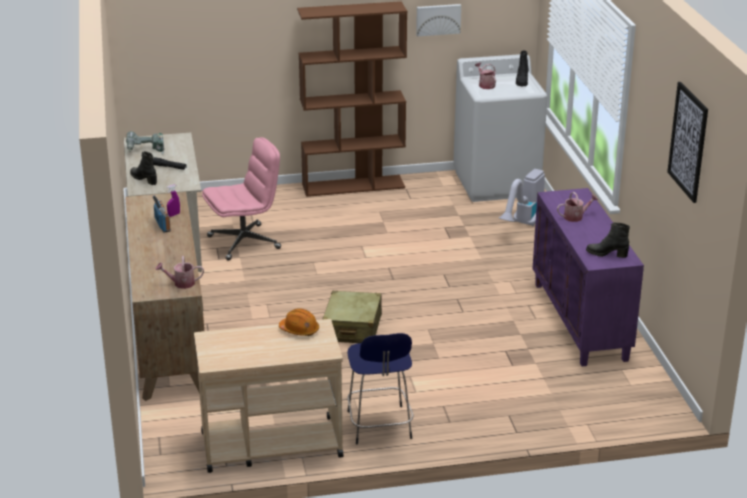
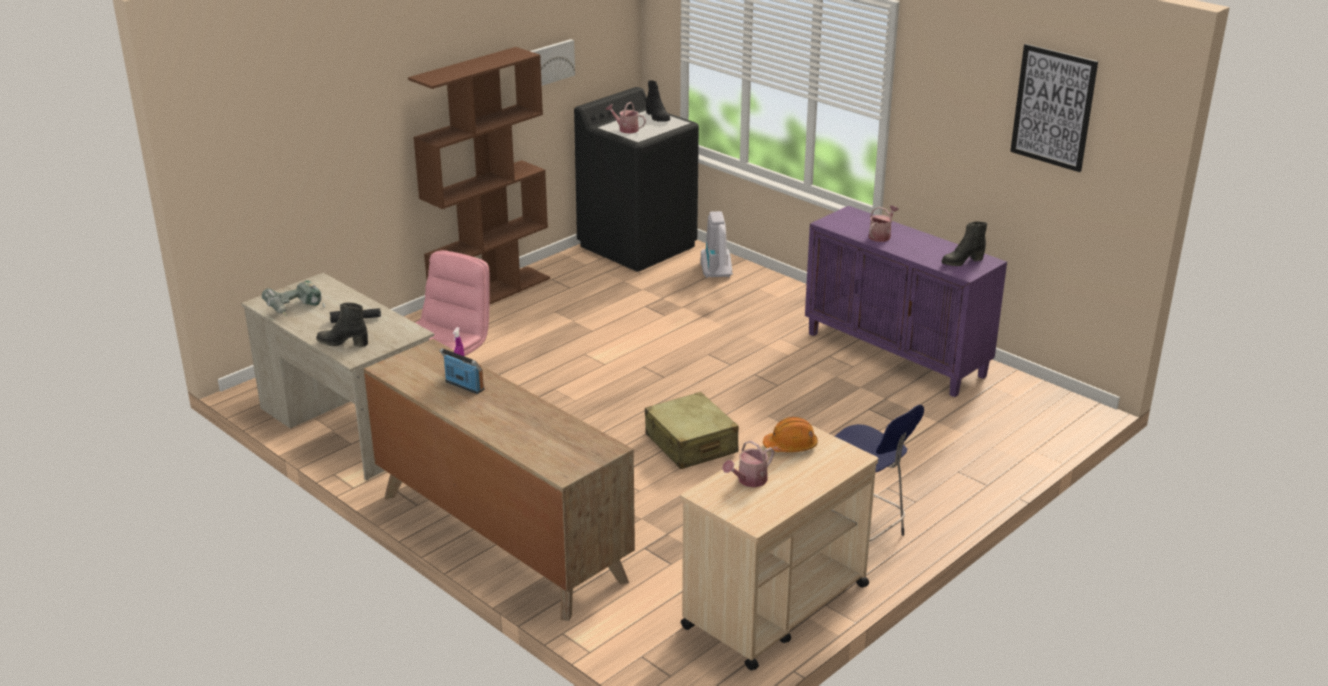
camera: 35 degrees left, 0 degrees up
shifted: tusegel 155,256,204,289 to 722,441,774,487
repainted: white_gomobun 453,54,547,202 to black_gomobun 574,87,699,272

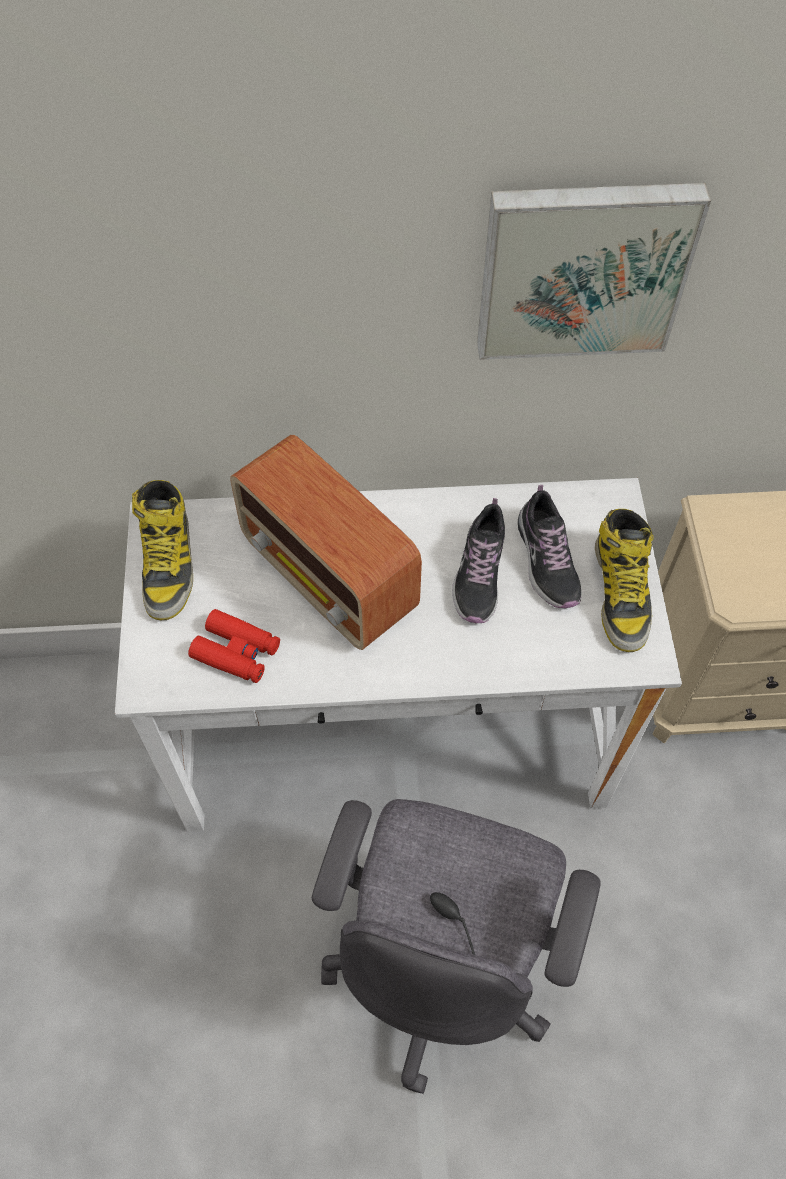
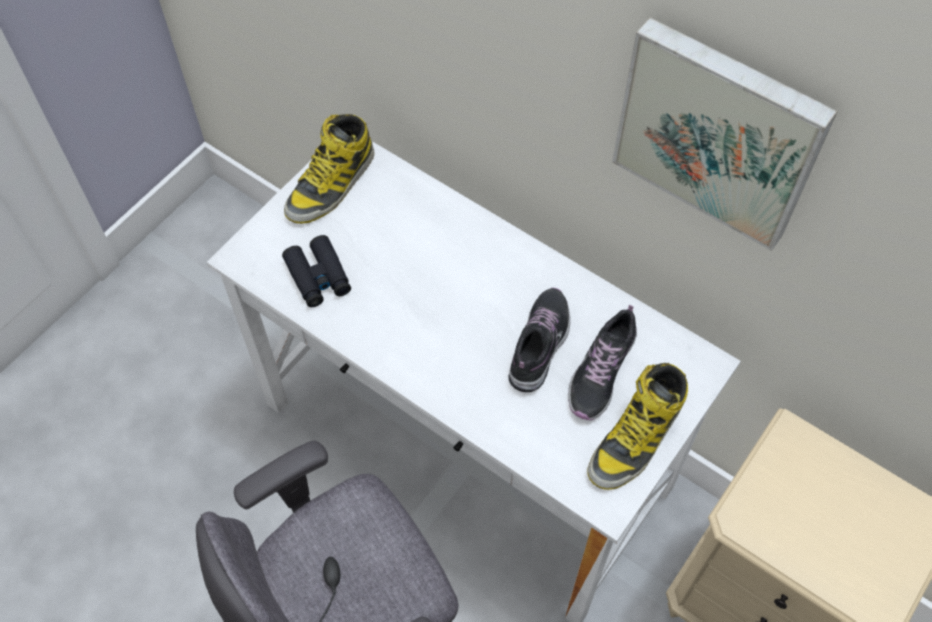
camera: 40 degrees right, 0 degrees up
gone: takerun 231,435,422,650
repainted: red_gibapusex 188,609,280,683 to black_gibapusex 282,235,351,307
rotated: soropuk 452,498,505,623 = 508,288,570,392 150 degrees clockwise

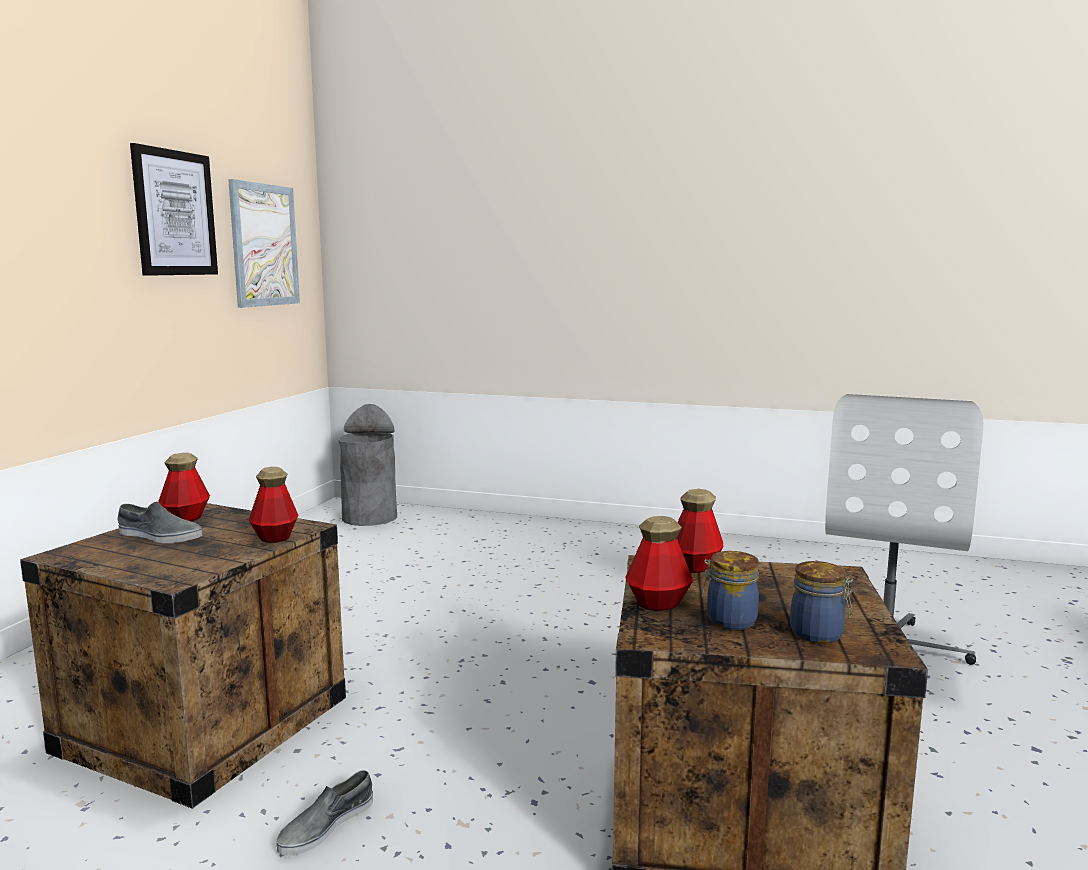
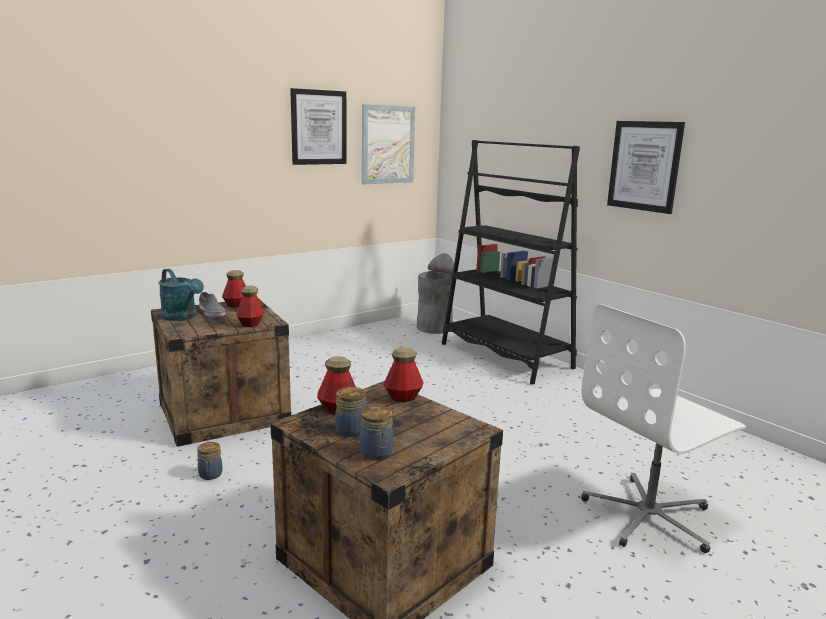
camera: 35 degrees right, 5 degrees up
new: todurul 607,121,685,214; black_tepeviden 442,140,580,384; turquoise_tusegel 158,269,204,321
swapped: grey_soropuk 277,770,373,855 to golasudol 197,442,223,480

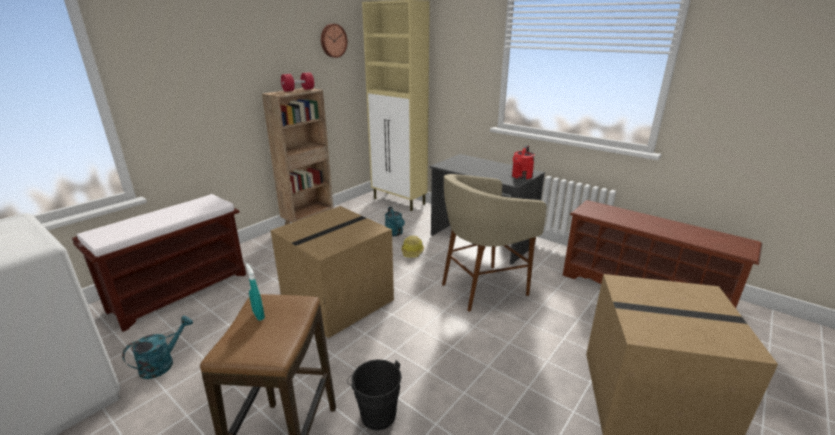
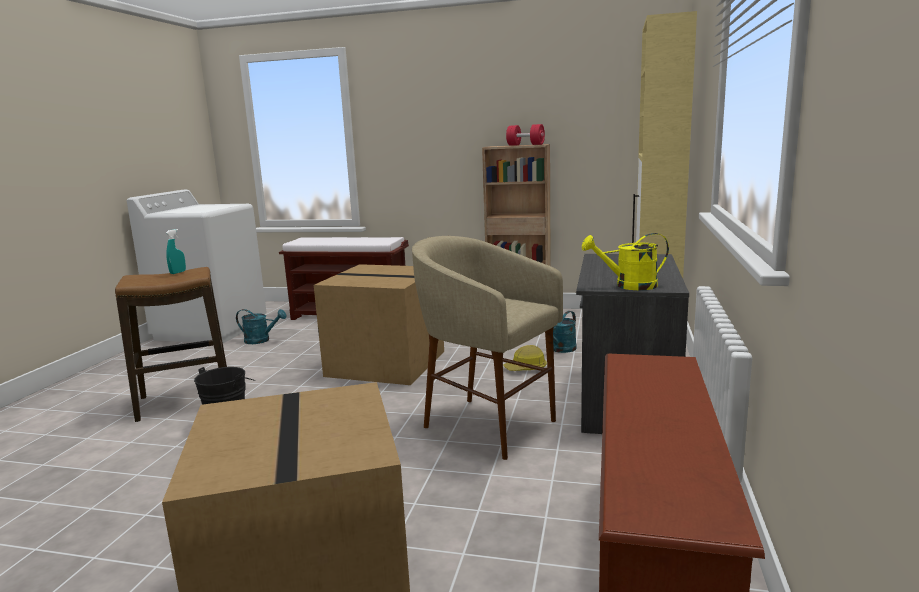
camera: 65 degrees right, 10 degrees down
gone: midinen 321,24,347,58
repainted: red_tusegel 512,145,535,179 to yellow_tusegel 582,233,669,290

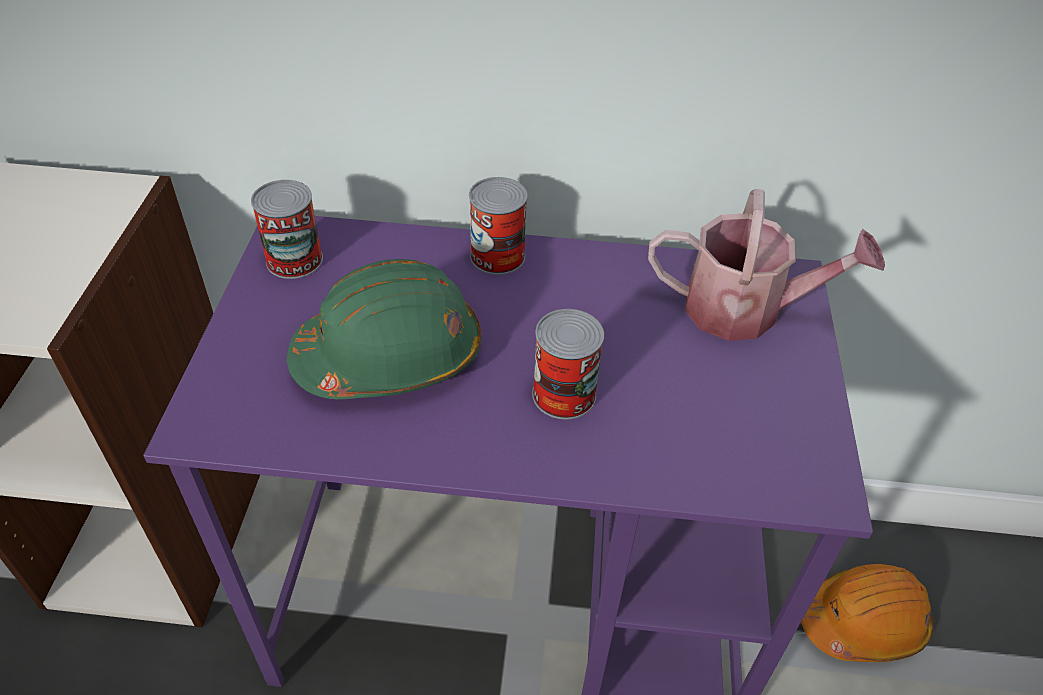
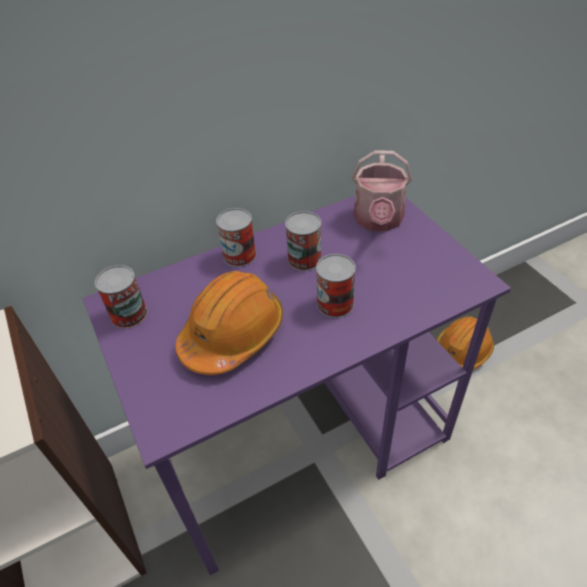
camera: 30 degrees left, 0 degrees up
new: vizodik 285,211,322,271
repainted: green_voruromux 287,259,482,399 to orange_voruromux 176,271,283,375
rotated: tusegel 648,189,885,341 = 352,150,412,232 120 degrees clockwise

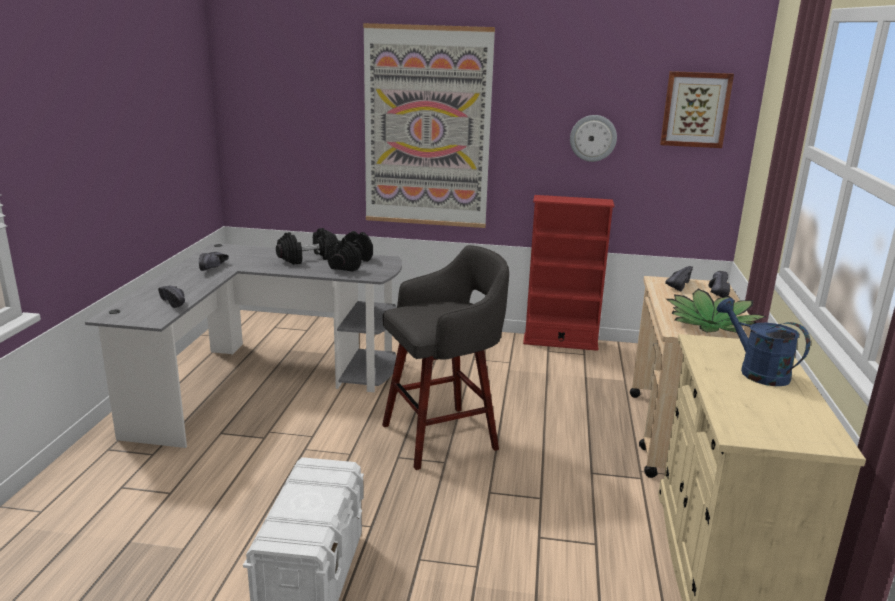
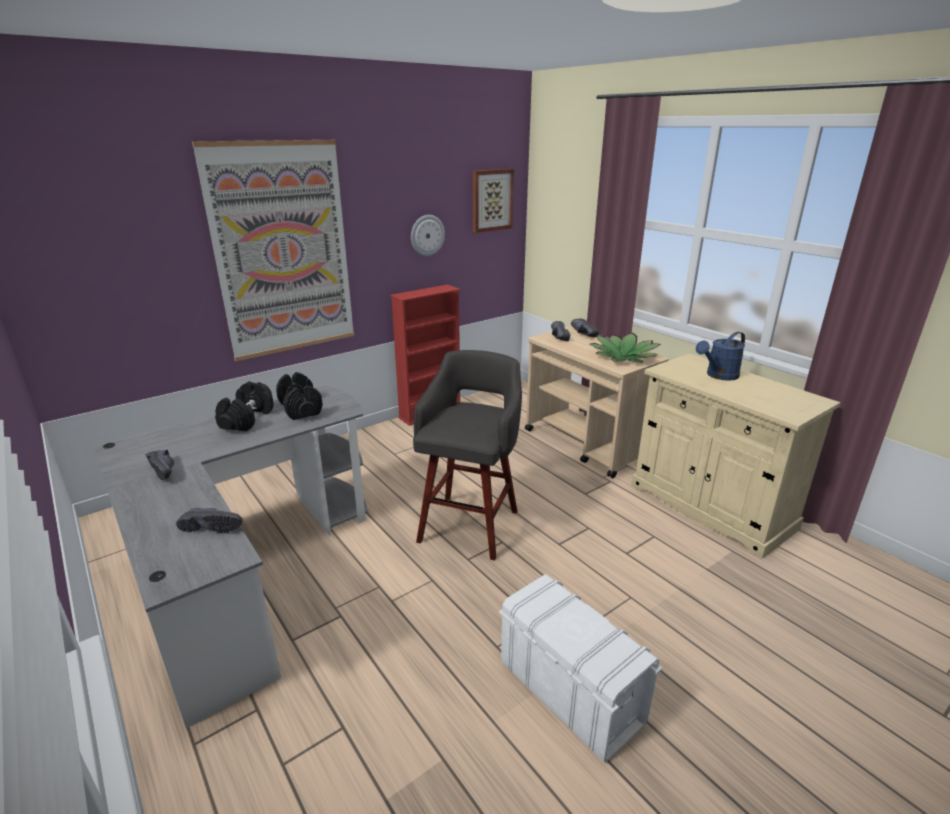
camera: 45 degrees left, 5 degrees up
rotated: blue_tusegel 717,298,810,386 = 696,332,745,381 45 degrees counterclockwise

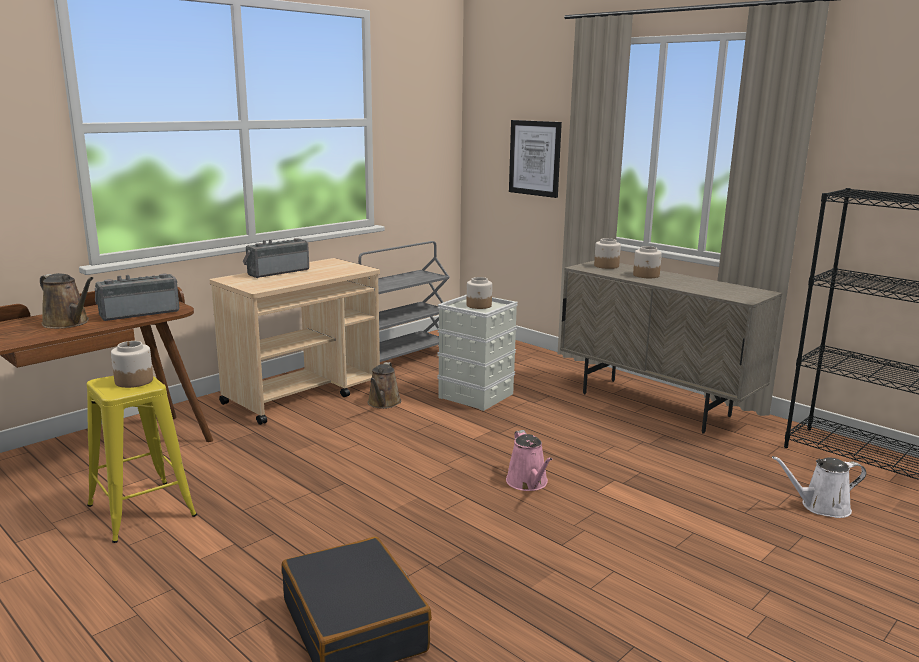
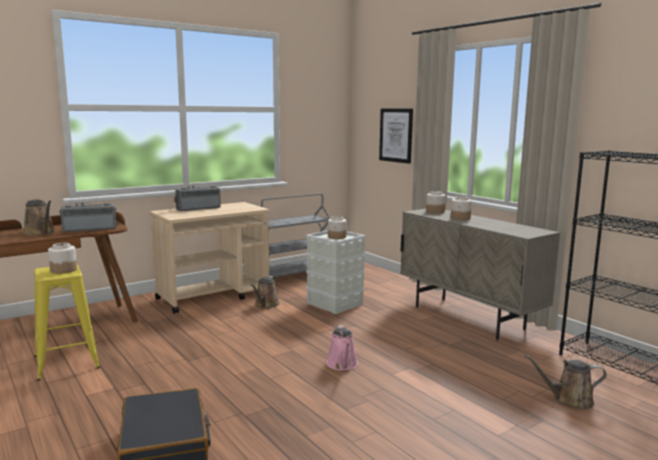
camera: 10 degrees right, 5 degrees down
repainted: white_tusegel 772,456,866,518 to brown_tusegel 525,355,607,410

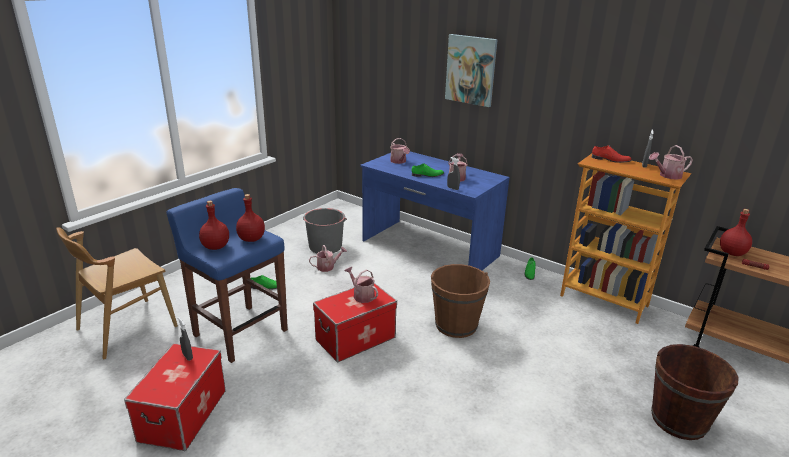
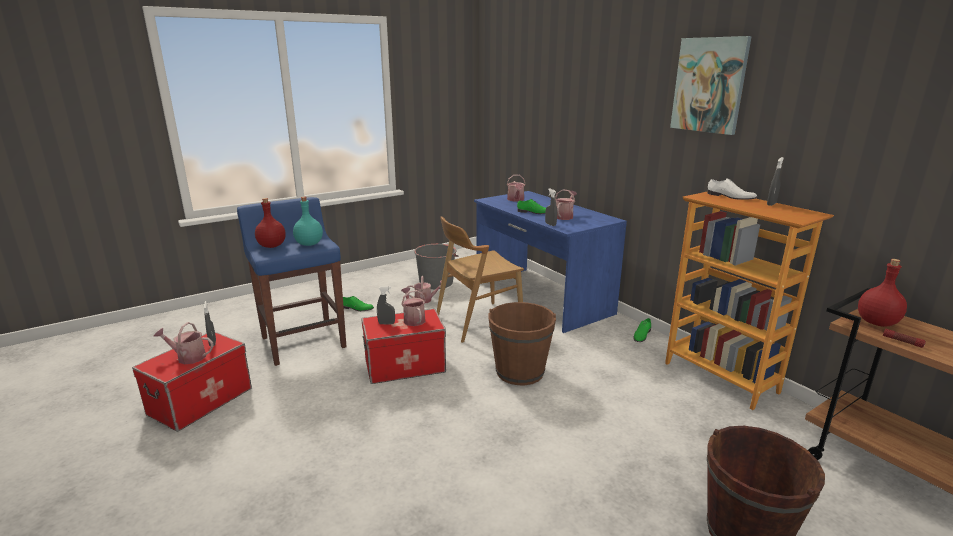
camera: 20 degrees right, 5 degrees down
new: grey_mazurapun 377,286,395,324
shifted: todurul 445,34,498,107 to 670,36,752,135; tusegel 649,145,693,180 to 153,322,214,364; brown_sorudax 56,227,178,359 to 437,216,524,343
repainted: red_soropuk 592,145,632,163 to white_soropuk 707,178,757,200; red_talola 236,194,265,242 to turquoise_talola 293,197,323,246

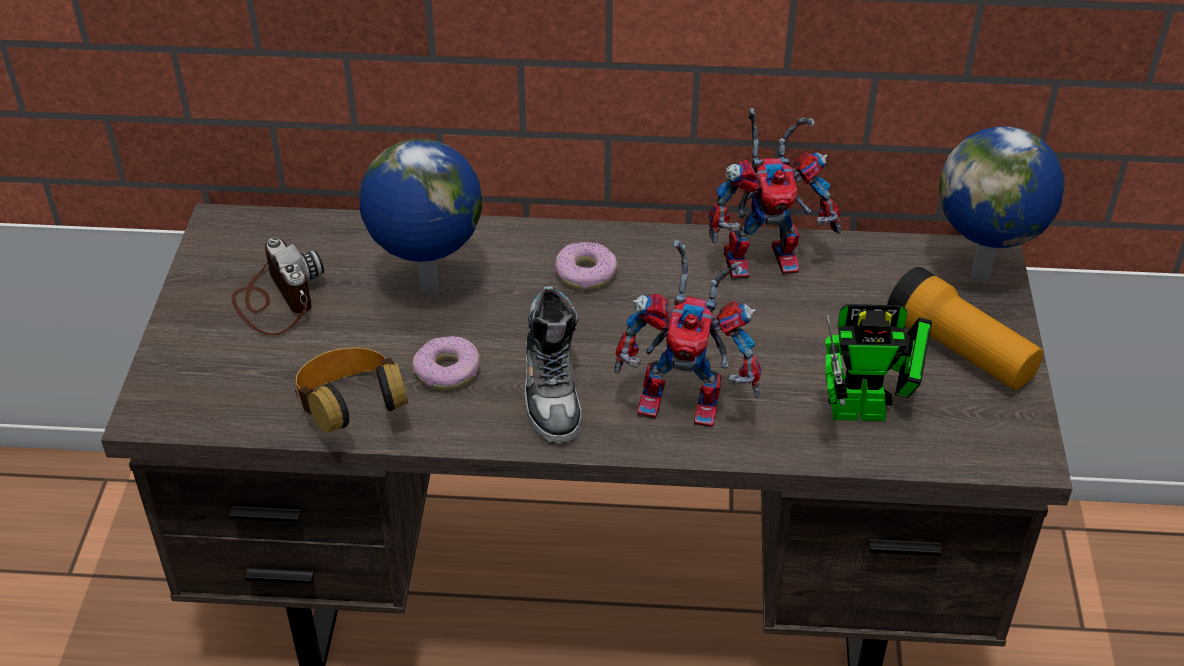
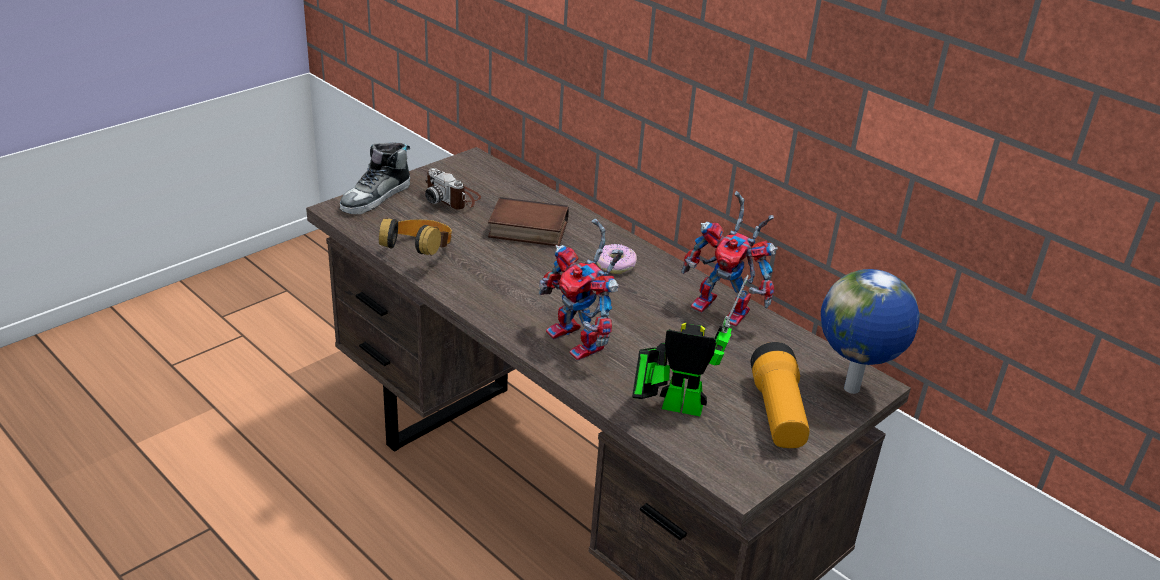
camera: 40 degrees right, 10 degrees down
gone: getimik 412,336,480,390
shifted: soropuk 525,286,582,443 to 340,142,410,214
swapped: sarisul 360,139,482,295 to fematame 488,197,569,246
rotated: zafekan 231,237,324,336 = 425,168,481,210 120 degrees clockwise; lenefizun 825,304,932,421 = 632,275,749,416 150 degrees clockwise

